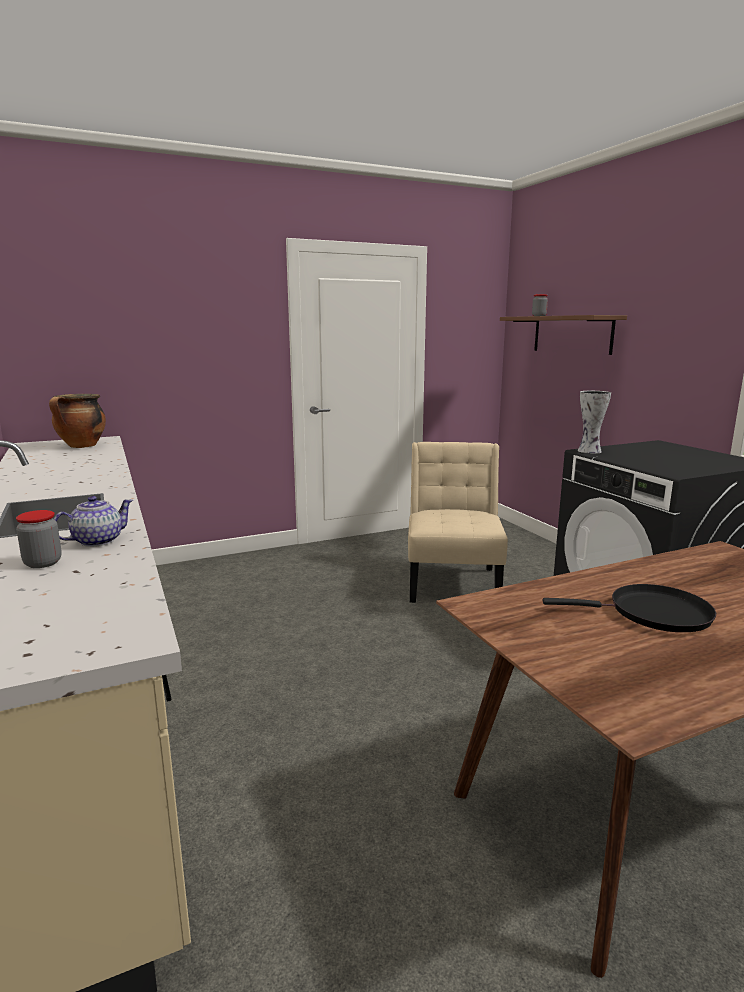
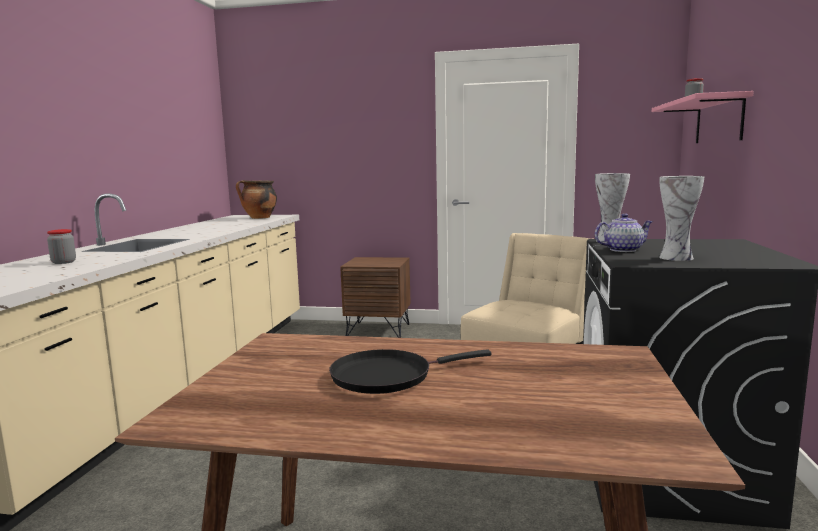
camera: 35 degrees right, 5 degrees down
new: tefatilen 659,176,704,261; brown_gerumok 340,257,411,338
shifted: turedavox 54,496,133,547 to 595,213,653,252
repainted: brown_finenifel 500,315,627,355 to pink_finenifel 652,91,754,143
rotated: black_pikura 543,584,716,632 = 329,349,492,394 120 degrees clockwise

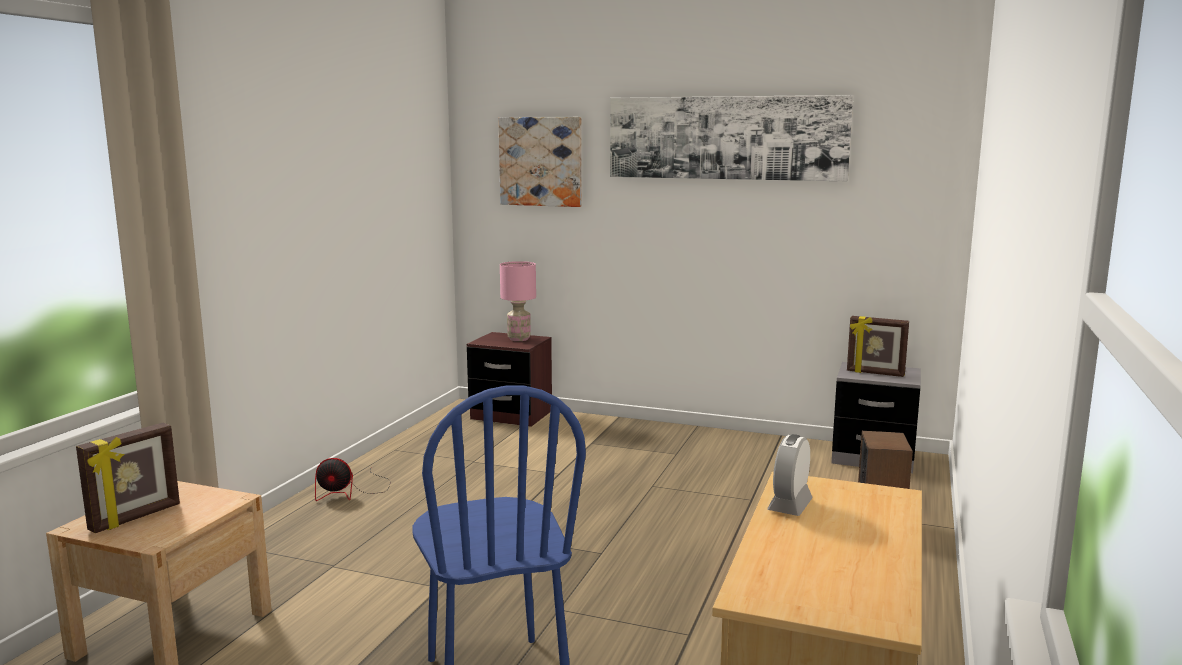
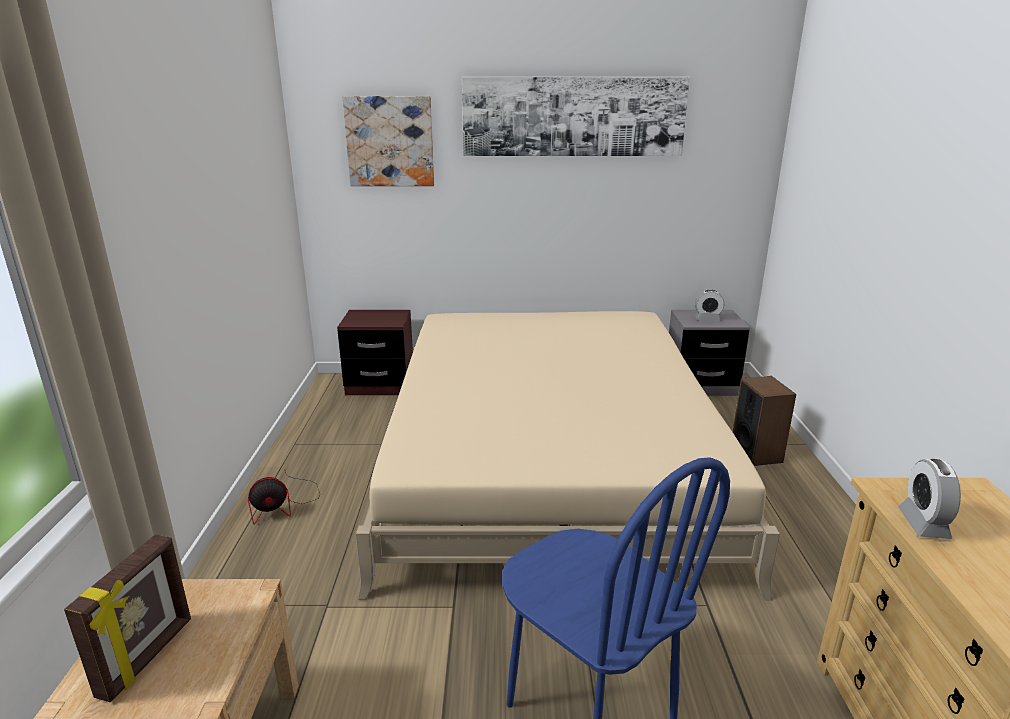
camera: 20 degrees left, 10 degrees up
gone: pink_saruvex 500,261,536,341
new: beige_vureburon 356,311,780,600
swapped: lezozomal 847,316,909,377 to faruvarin 695,289,724,321

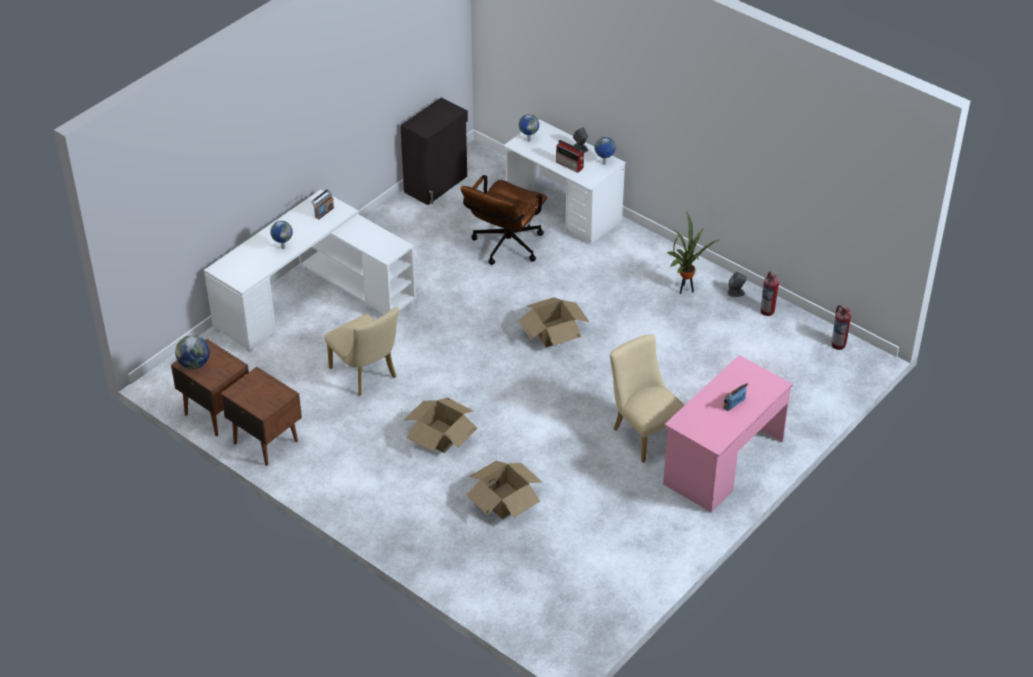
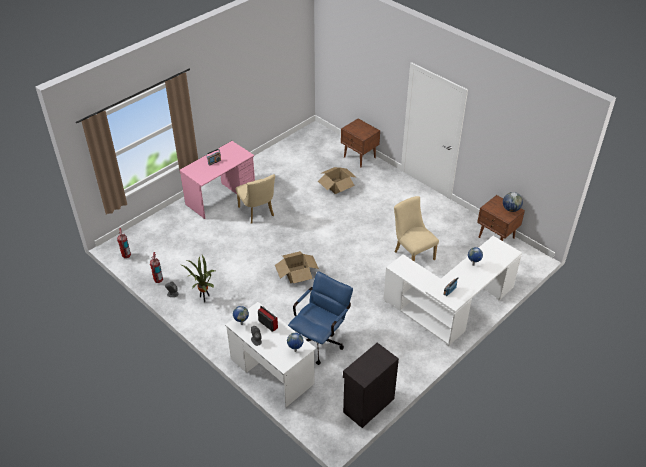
camera: 175 degrees left, 0 degrees up
gone: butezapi 404,398,478,453
shifted: brown_gerumok 221,367,302,466 to 341,118,380,167
repainted: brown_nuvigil 460,175,547,265 to blue_nuvigil 288,271,353,365

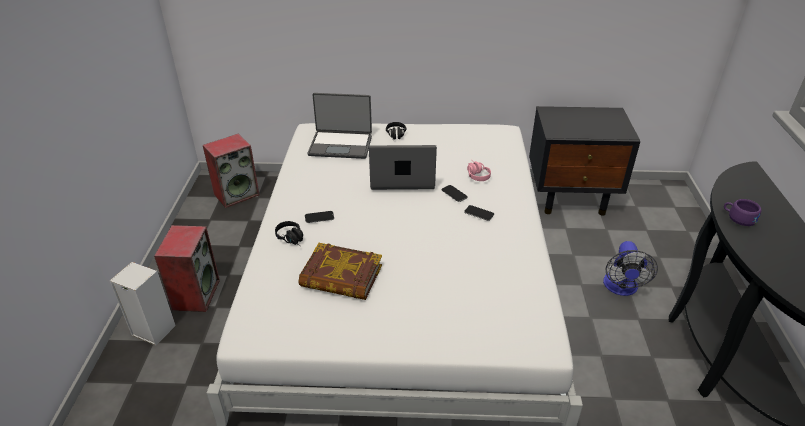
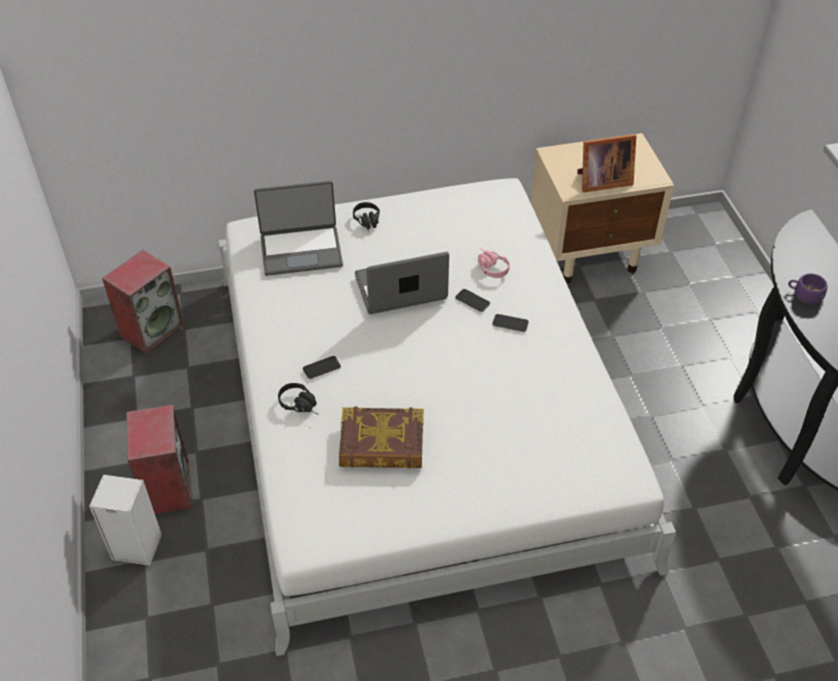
camera: 15 degrees left, 10 degrees up
gone: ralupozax 603,241,658,296
new: lezozomal 577,134,636,193
repainted: black_gerumok 529,106,640,216 to beige_gerumok 531,133,674,283

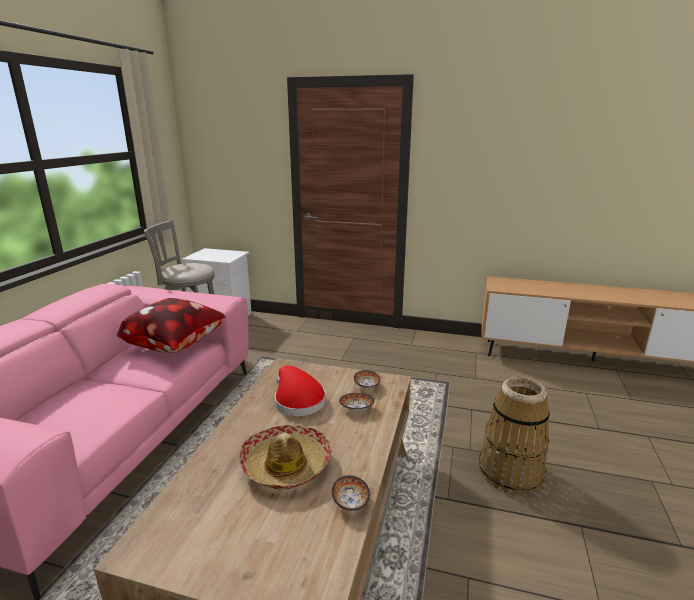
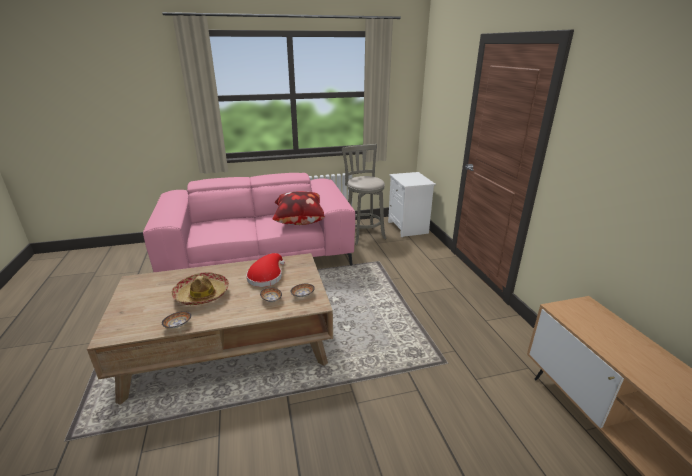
camera: 60 degrees right, 5 degrees up
gone: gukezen 479,377,550,495

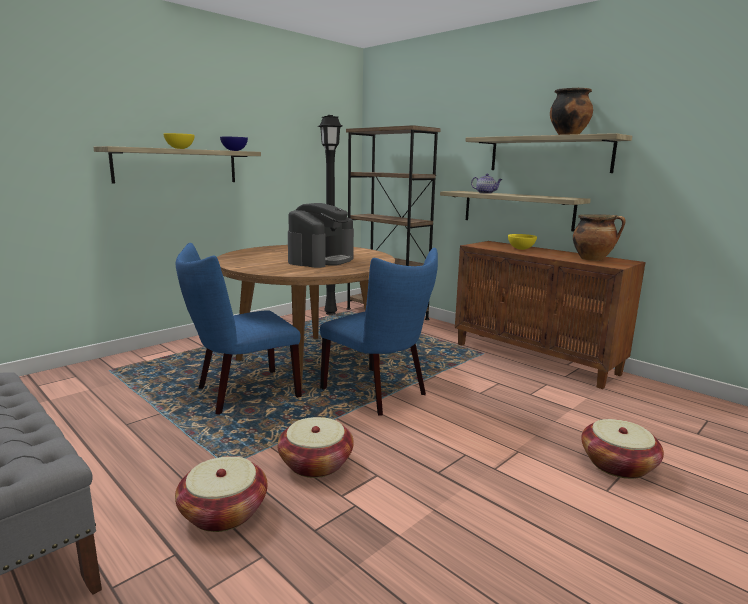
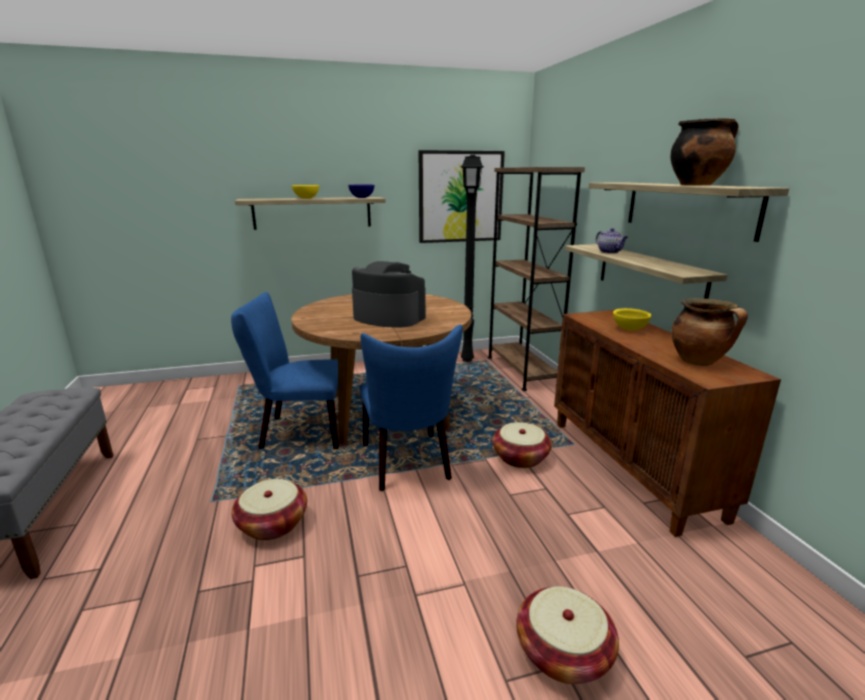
camera: 30 degrees right, 5 degrees up
new: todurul 419,150,505,243
shifted: gukezen 175,456,267,532 to 492,422,552,468
rotated: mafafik 288,203,354,268 = 352,261,426,328 120 degrees counterclockwise

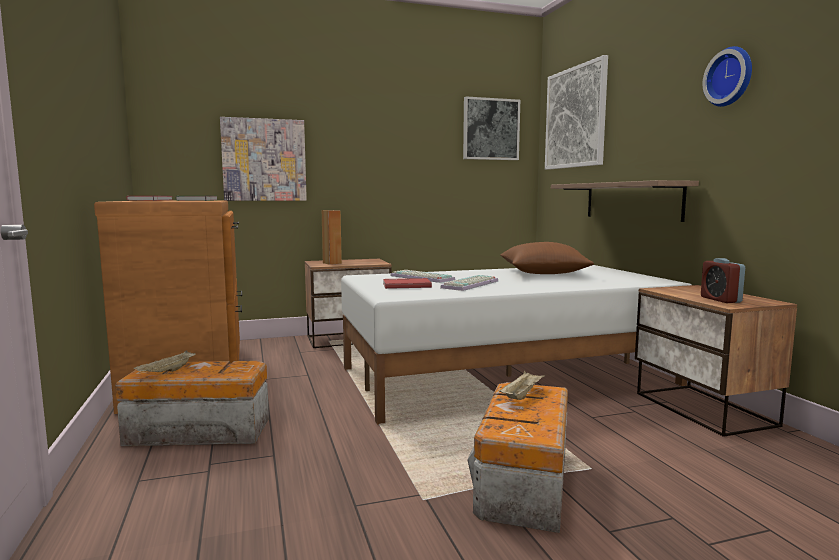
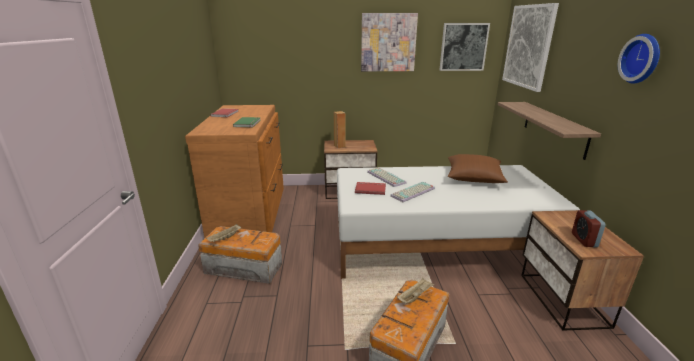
camera: 15 degrees right, 15 degrees up
shifted: todurul 220,117,307,201 to 361,13,418,71

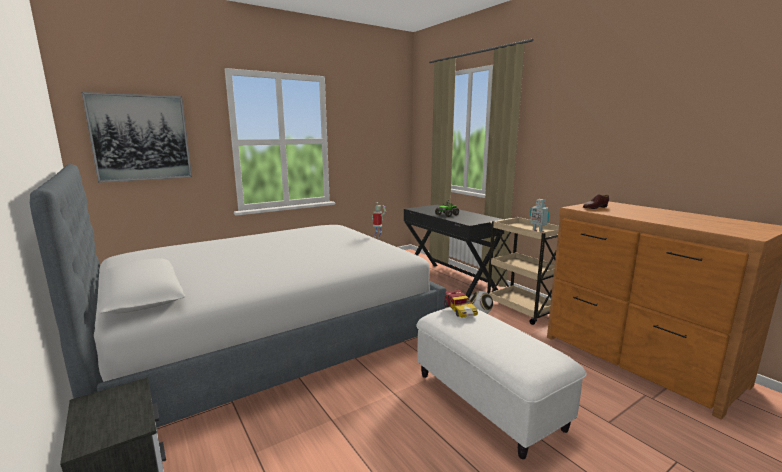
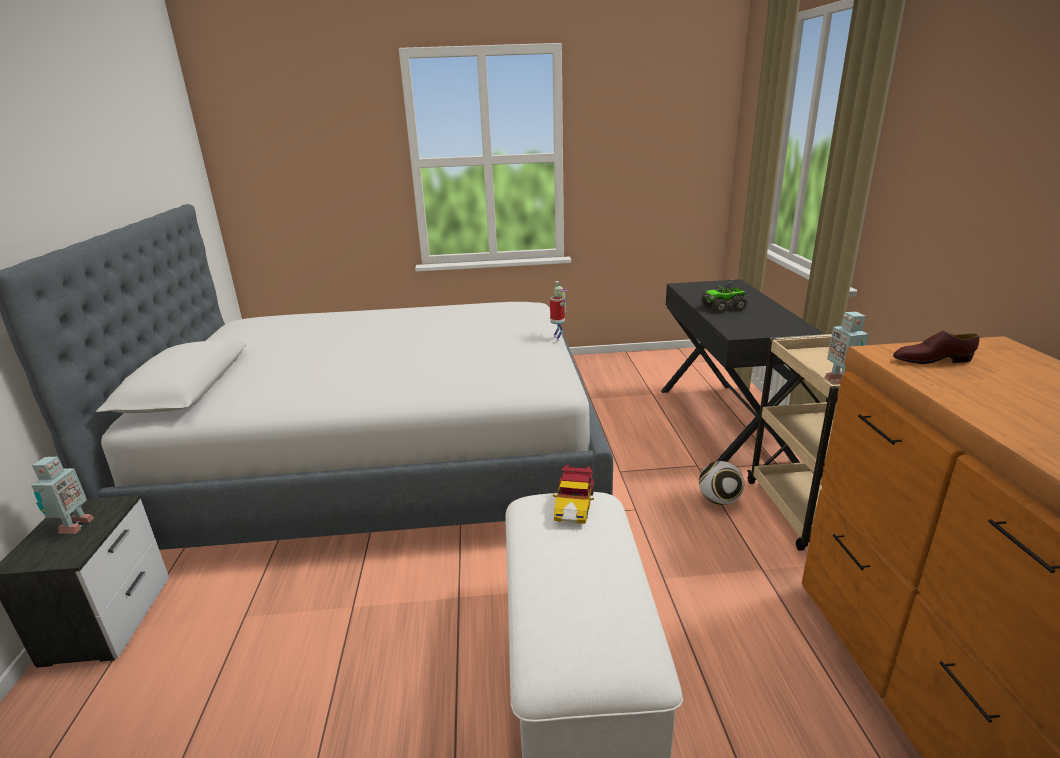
camera: 30 degrees right, 10 degrees up
gone: todurul 82,92,192,183
new: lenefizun 31,457,94,534

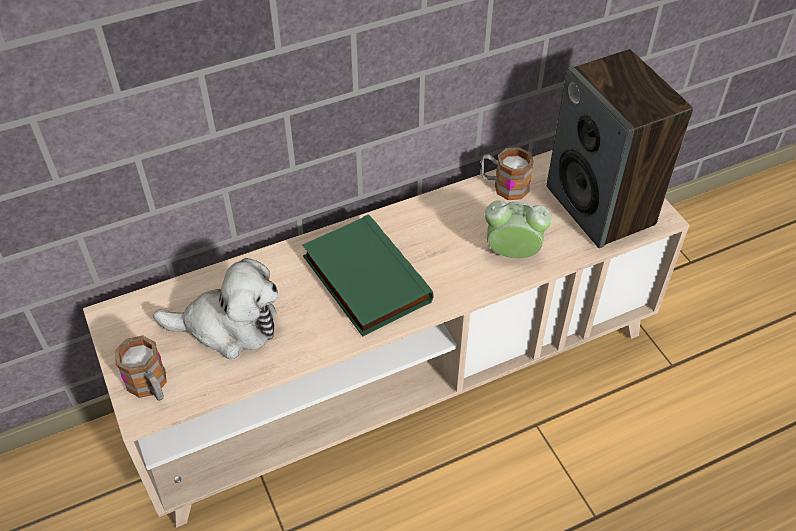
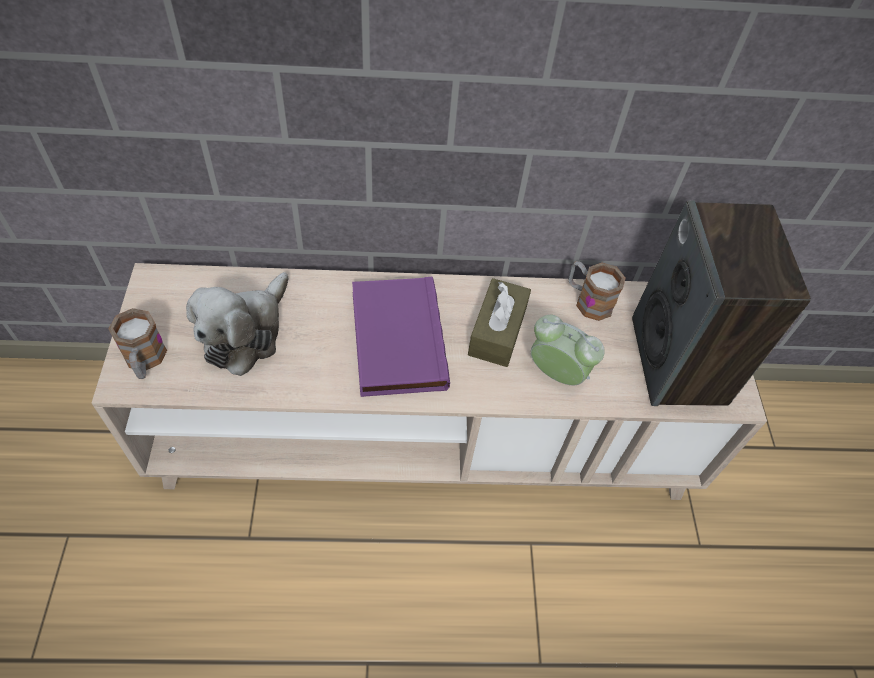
camera: 20 degrees right, 5 degrees up
new: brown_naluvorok 468,278,531,367
repainted: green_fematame 302,214,434,337 to purple_fematame 352,277,450,397
rotated: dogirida 153,258,278,359 = 186,272,289,376 90 degrees clockwise

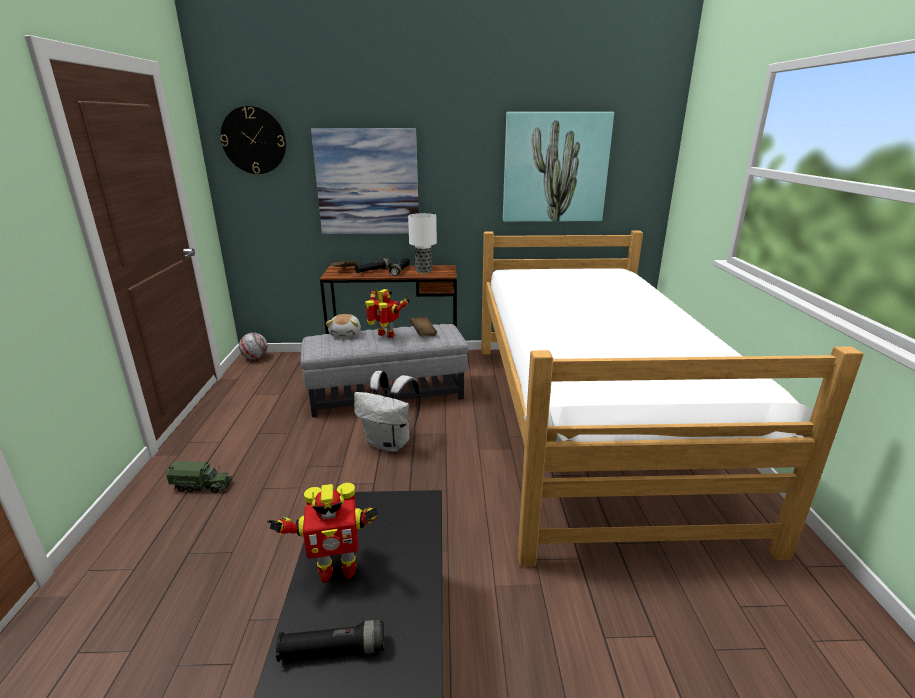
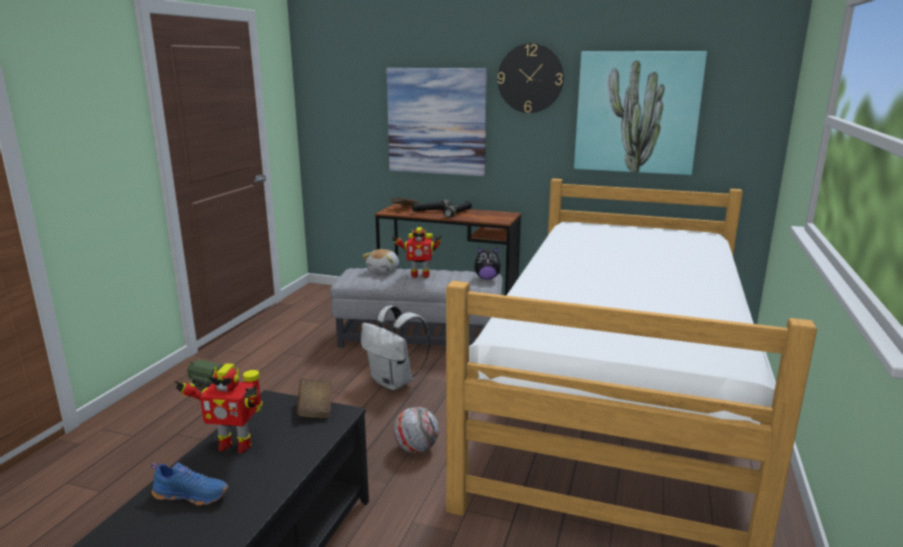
camera: 20 degrees right, 5 degrees down
gone: saruvex 408,213,437,273
new: dogirida 474,247,503,280
shifted: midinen 220,106,286,174 to 498,43,564,113; brown_fematame 410,317,437,337 to 297,379,332,418; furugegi 239,333,268,359 to 393,407,439,453
swapped: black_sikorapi 276,620,384,662 to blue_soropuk 151,462,228,506
rotated: lenefizun 366,288,410,338 = 392,227,442,278 135 degrees clockwise

